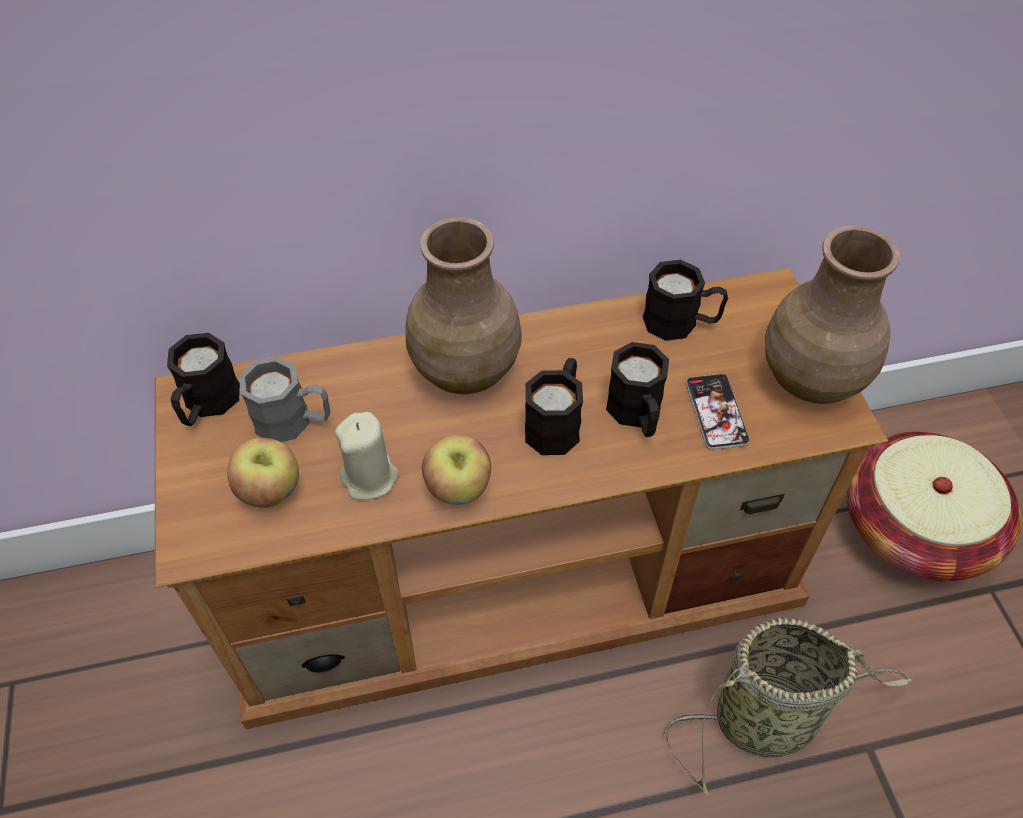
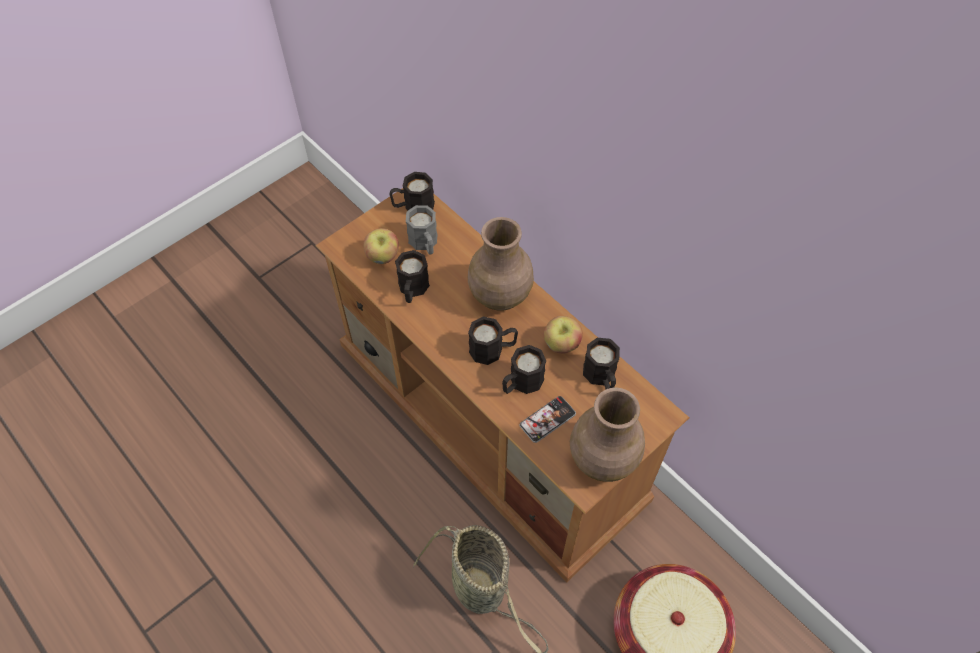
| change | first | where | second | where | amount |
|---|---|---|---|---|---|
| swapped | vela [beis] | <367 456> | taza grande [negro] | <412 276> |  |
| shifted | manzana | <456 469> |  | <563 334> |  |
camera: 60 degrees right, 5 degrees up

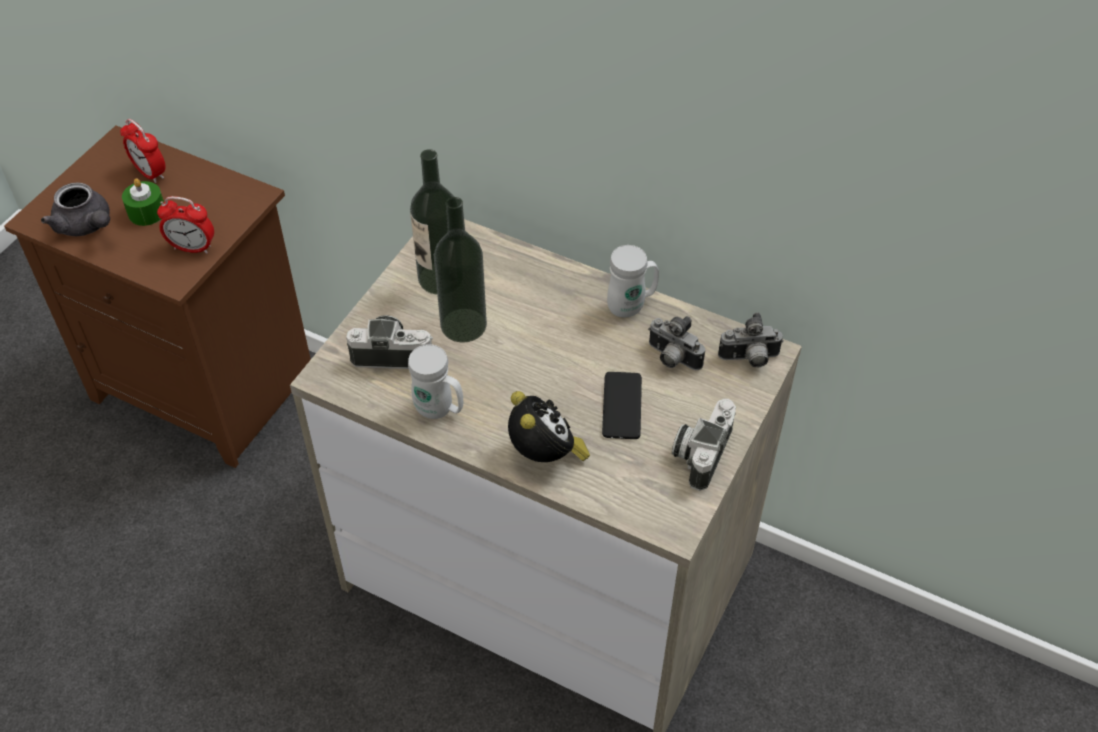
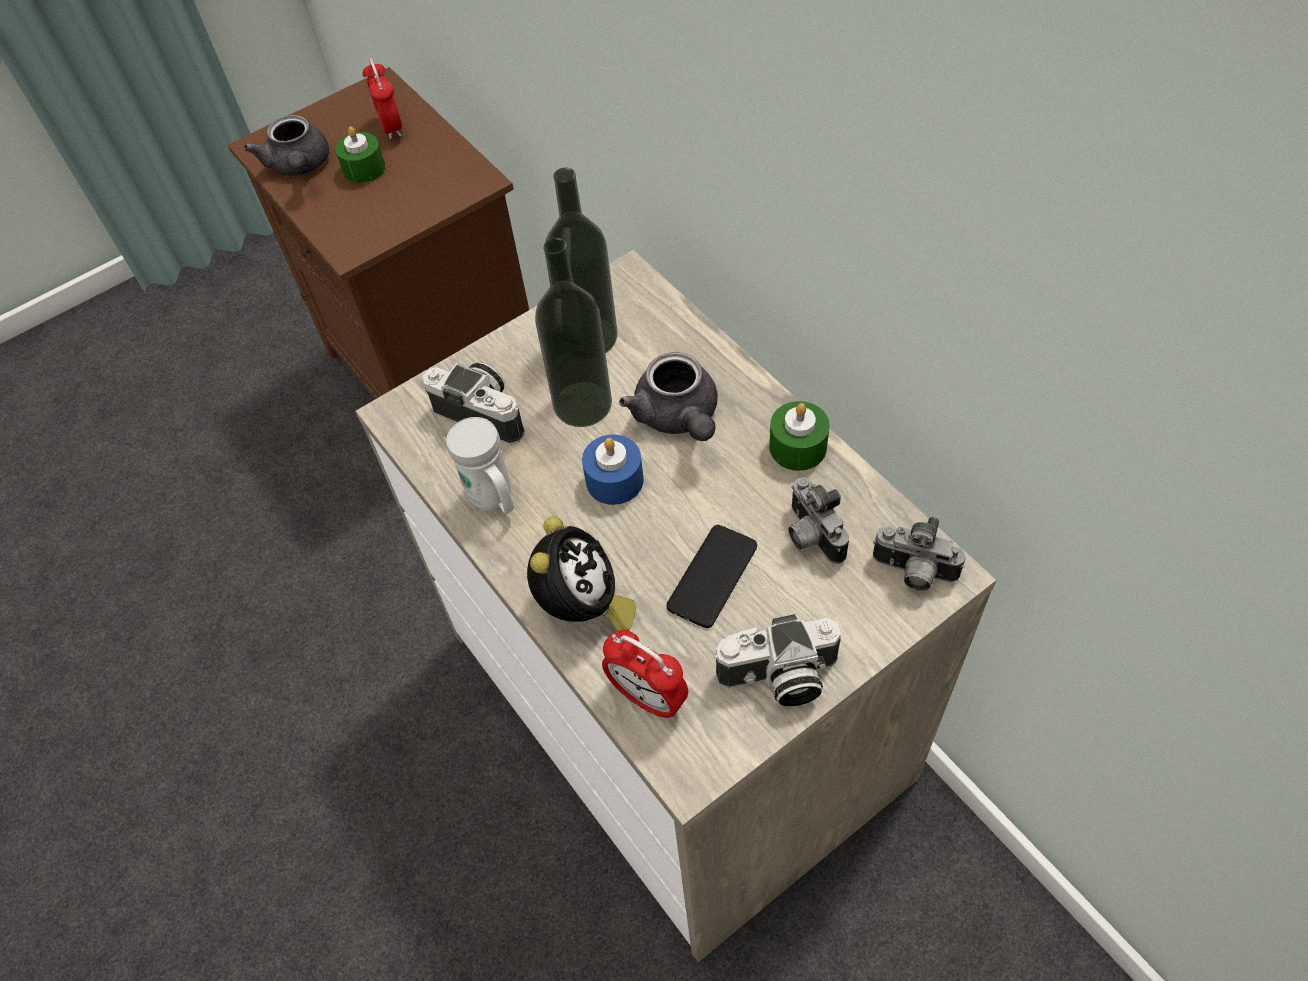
| change | first | where | second | where | amount |
|---|---|---|---|---|---|
| shifted | despertador | <185 225> |  | <645 674> |  |
| swapped | taza grande [blanco] | <633 281> | vela [verde] | <799 436> |  |
| rotated | cámara | <704 445> |  | <777 660> | 150 degrees counterclockwise |
| new |  |  | tetera [gris] | <668 396> |  |
| new |  |  | vela [azul] | <613 469> |  |
camera: 30 degrees right, 5 degrees up

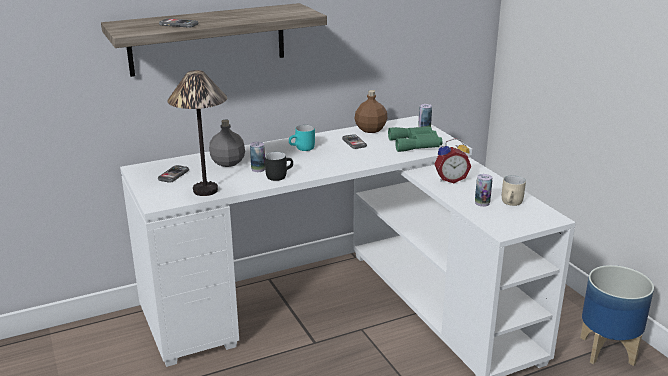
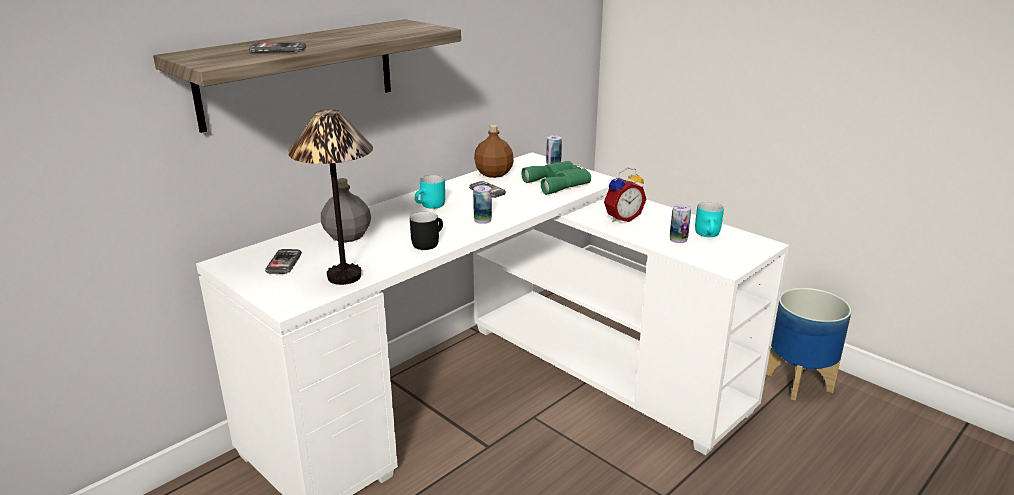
| change | first | where | second | where | amount |
|---|---|---|---|---|---|
| shifted | lata | <257 157> |  | <482 204> |  |
| repainted | taza grande [beis] | <514 190> | taza grande [turquesa] | <709 219> |  |
camera: 20 degrees left, 0 degrees up

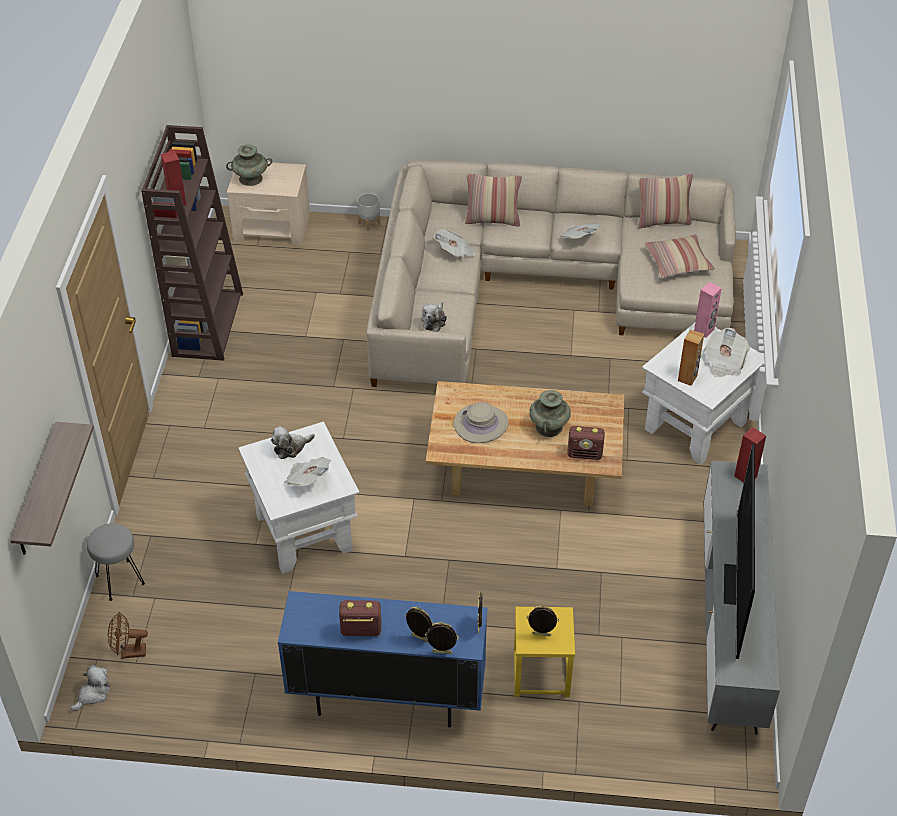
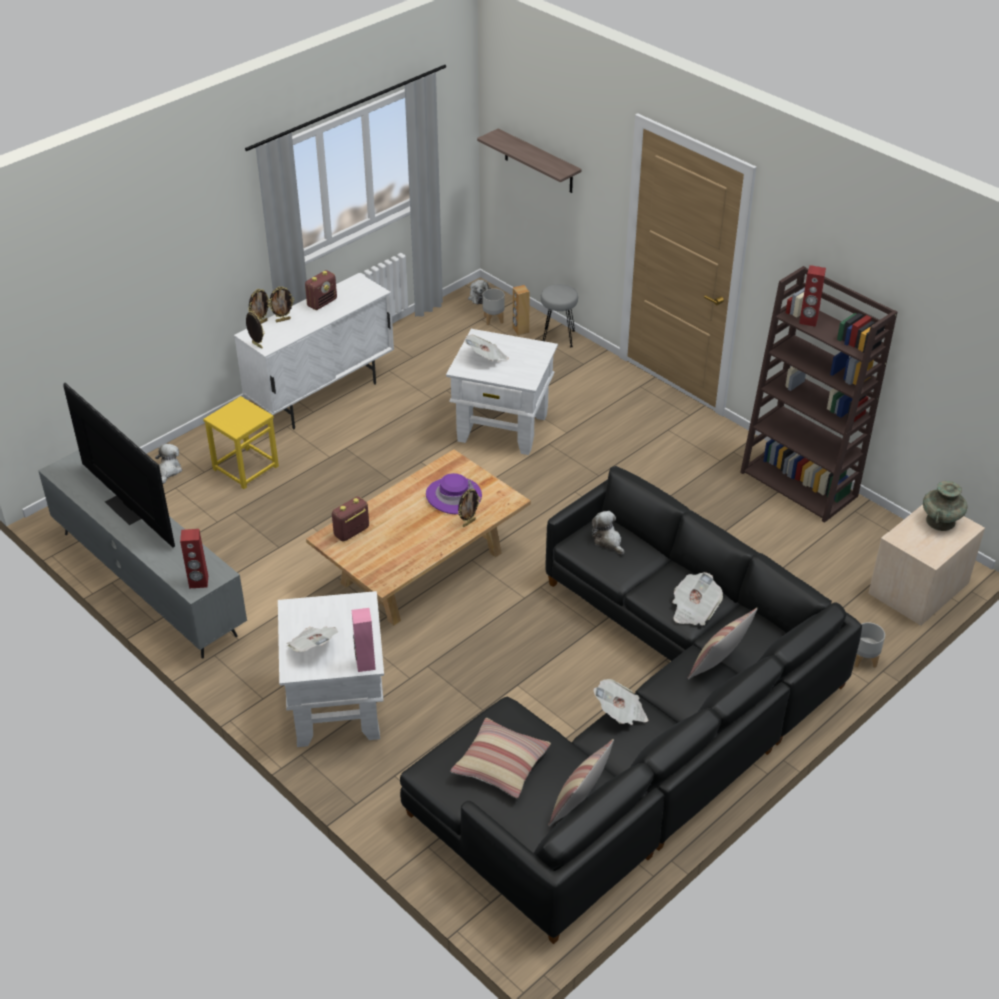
| change | first | where | second | where | amount |
|---|---|---|---|---|---|
| repainted | sofá [beis] | <551 273> | sofá [negro] | <631 705> |  |
| shifted | altavoz [marrón] | <691 358> |  | <521 310> |  |
| gone | florero [turquesa] | <550 413> |  |  |  |
| repainted | sombrero [beis] | <481 422> | sombrero [morado] | <454 493> |  |
| shifted | peluche | <293 442> |  | <168 464> |  |
| repainted | armario [azul] | <383 659> | armario [blanco] | <314 351> |  |
| shifted | portarretratos | <542 620> |  | <469 508> |  |
| swapped | ventilador [marrón] | <128 635> | maceta [gris] | <493 306> |  |
camera: 130 degrees right, 5 degrees down

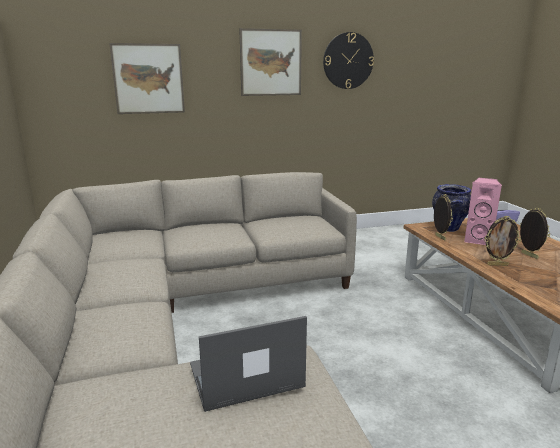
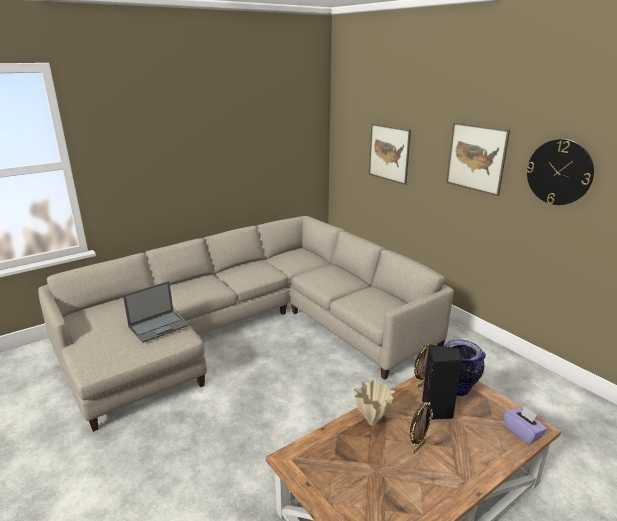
| change | first | where | second | where | amount |
|---|---|---|---|---|---|
| repainted | altavoz [rosa] | <483 211> | altavoz [negro] | <442 382> |  |
| swapped | portarretratos | <502 241> | florero [beis] | <374 403> |  |
| rotated | portátil | <248 364> |  | <156 312> | 90 degrees clockwise |
camera: 70 degrees right, 5 degrees up

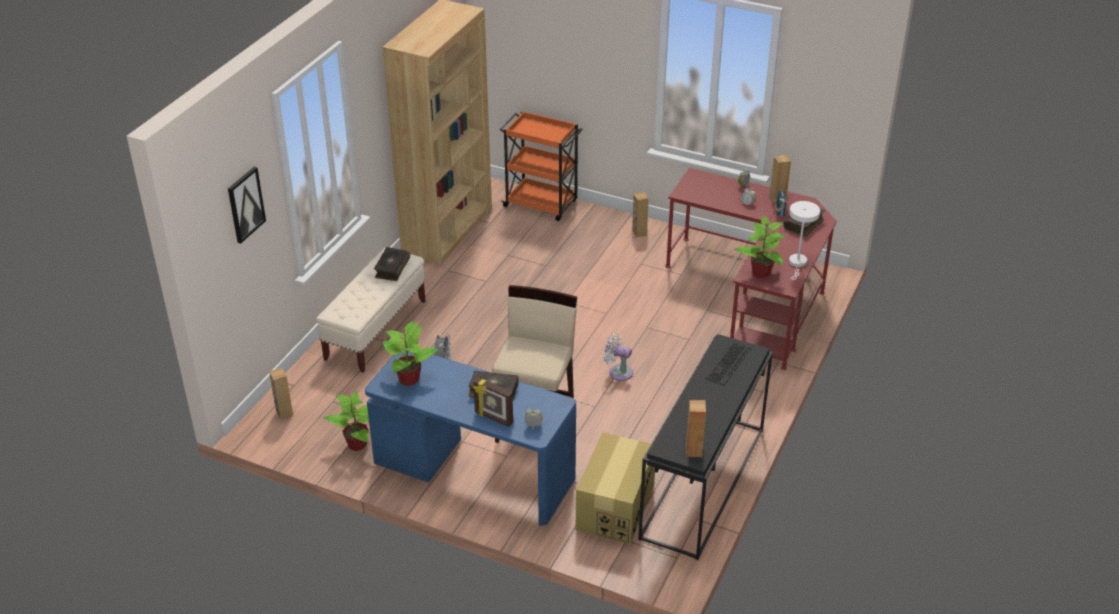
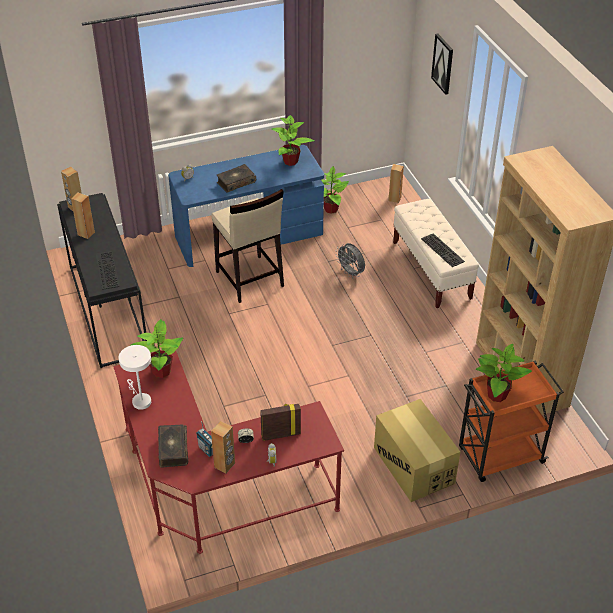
| change | first | where | second | where | amount |
|---|---|---|---|---|---|
| shifted | altavoz [marrón] | <640 214> |  | <83 216> |  |
| swapped | libro | <392 264> | teclado | <443 250> |  |
| gone | ventilador [blanco] | <618 357> |  |  |  |
| shifted | portarretratos | <493 402> |  | <280 422> |  |
| shifted | caja de cartón | <615 488> |  | <417 450> |  |
| new |  |  | planta en maceta | <504 373> |  |
camera: 135 degrees right, 5 degrees up

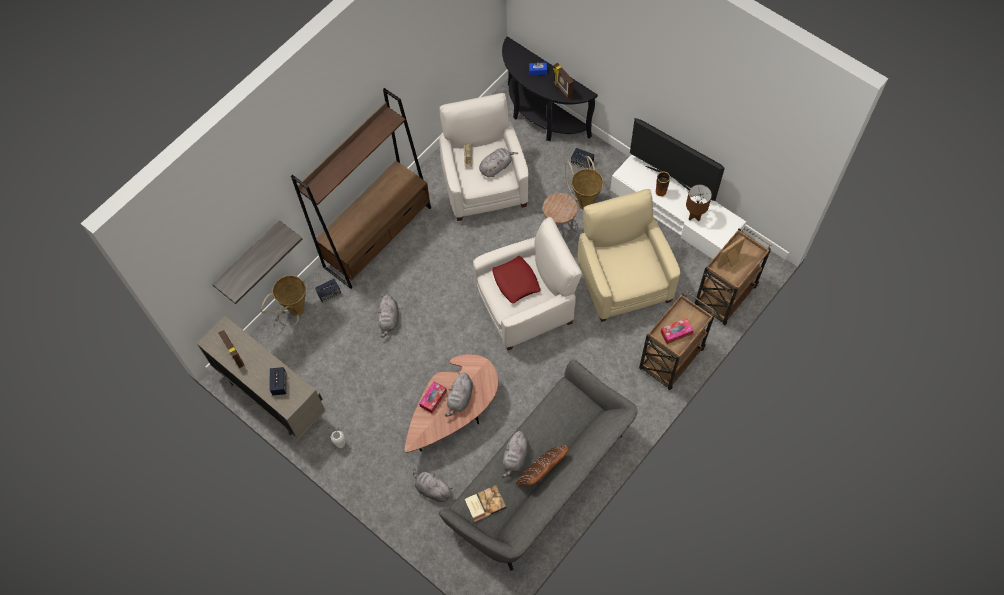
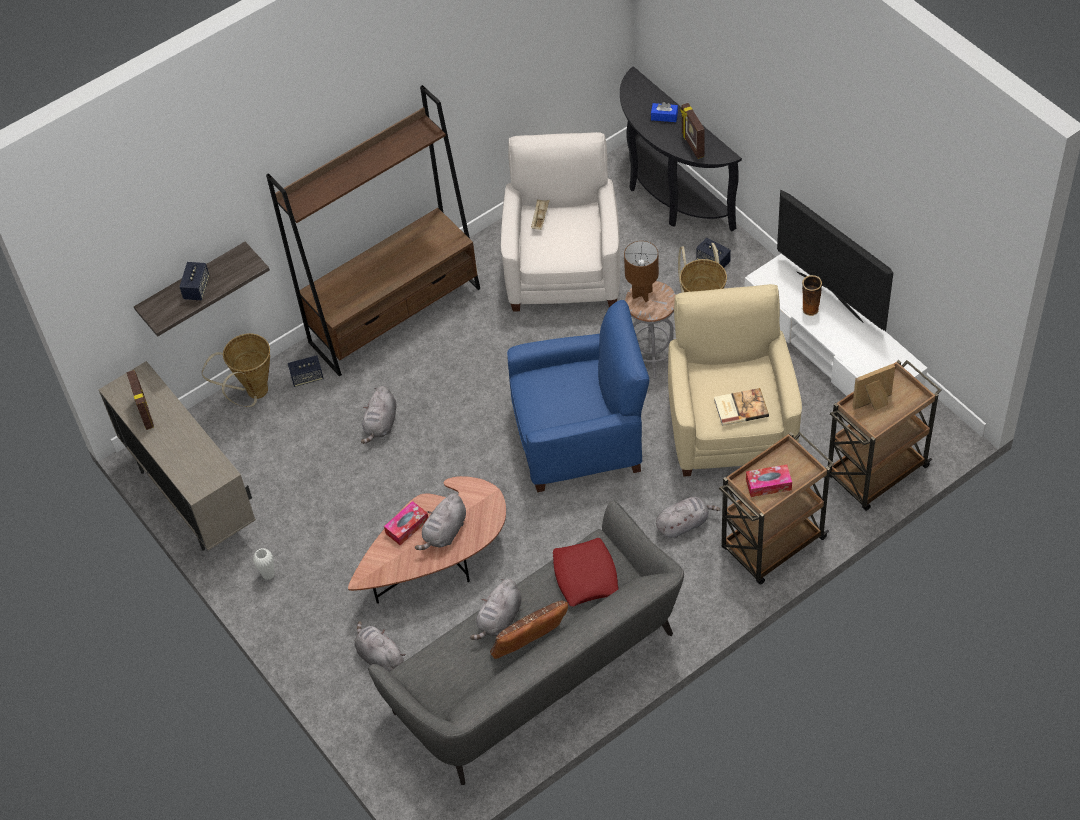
| change | first | where | second | where | amount |
|---|---|---|---|---|---|
| shifted | peluche [gris] | <498 162> |  | <688 517> |  |
| shifted | lámpara de mesa [marrón] | <699 202> |  | <641 271> |  |
| repainted | sillón [blanco] | <527 283> | sillón [azul] | <578 396> |  |
| shifted | cojín [rojo] | <516 280> |  | <585 572> |  |
| shifted | altavoz | <278 381> |  | <194 281> |  |
| shifted | libro | <486 503> |  | <741 407> |  |
camera: 15 degrees right, 10 degrees down

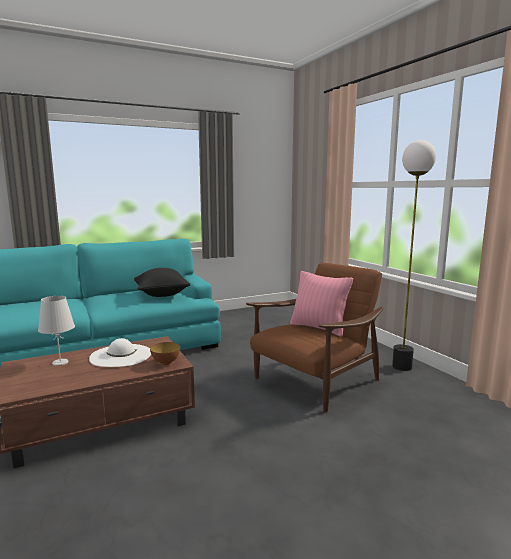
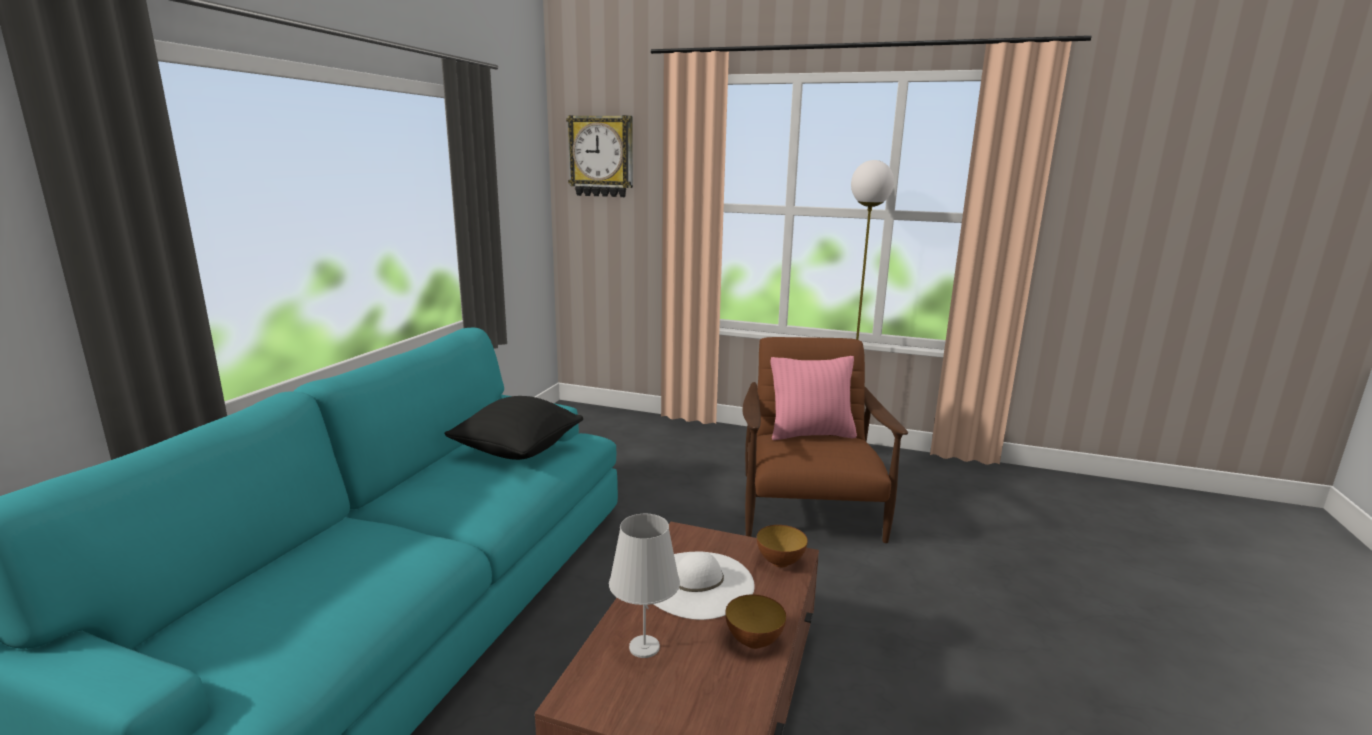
| change | first | where | second | where | amount |
|---|---|---|---|---|---|
| new |  |  | reloj de pared | <599 156> |  |
| new |  |  | cuenco | <756 621> |  |
camera: 45 degrees left, 5 degrees up

